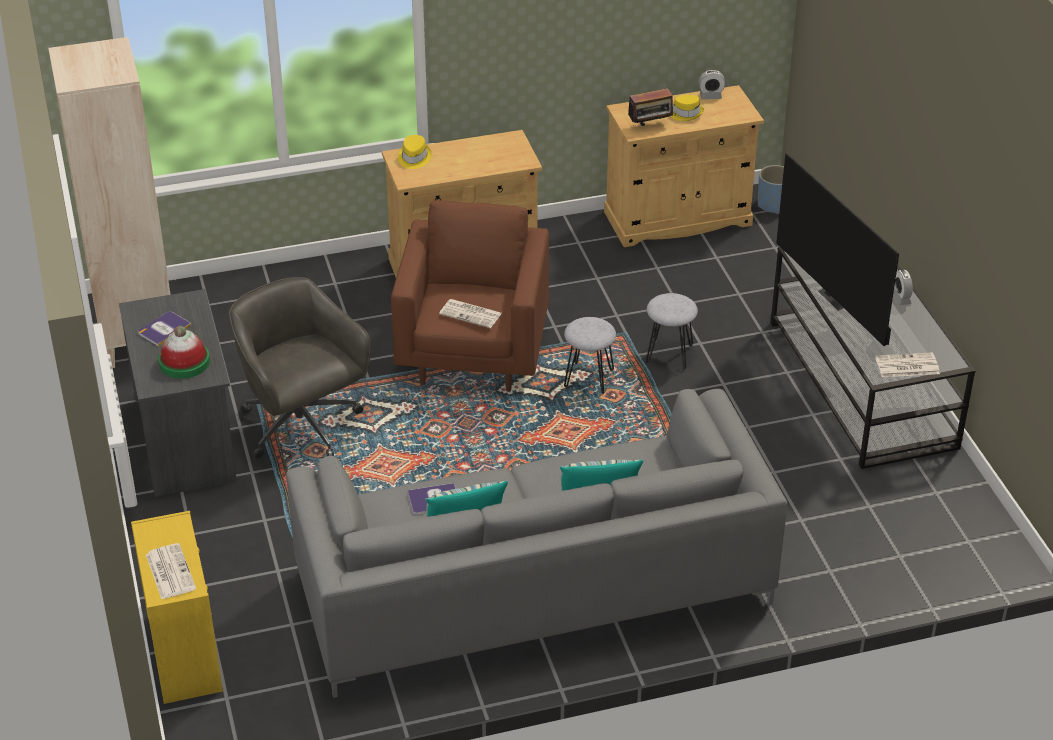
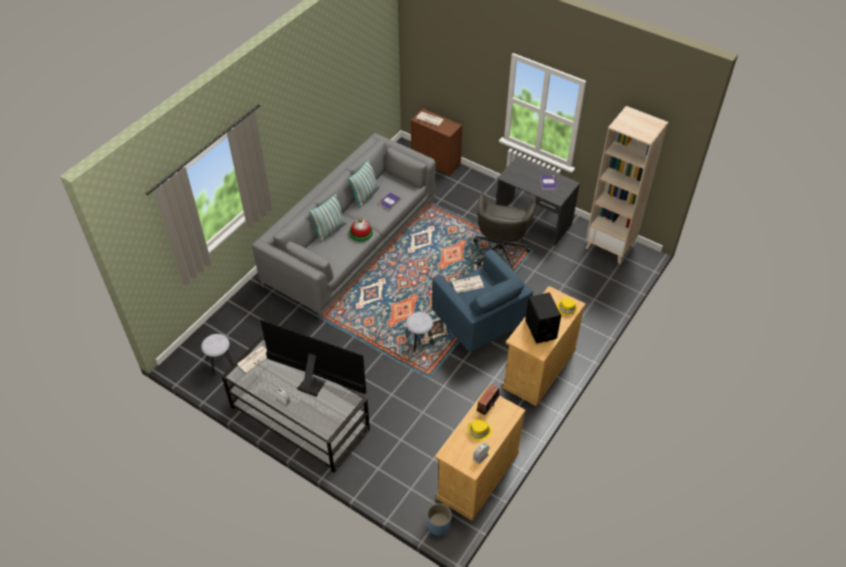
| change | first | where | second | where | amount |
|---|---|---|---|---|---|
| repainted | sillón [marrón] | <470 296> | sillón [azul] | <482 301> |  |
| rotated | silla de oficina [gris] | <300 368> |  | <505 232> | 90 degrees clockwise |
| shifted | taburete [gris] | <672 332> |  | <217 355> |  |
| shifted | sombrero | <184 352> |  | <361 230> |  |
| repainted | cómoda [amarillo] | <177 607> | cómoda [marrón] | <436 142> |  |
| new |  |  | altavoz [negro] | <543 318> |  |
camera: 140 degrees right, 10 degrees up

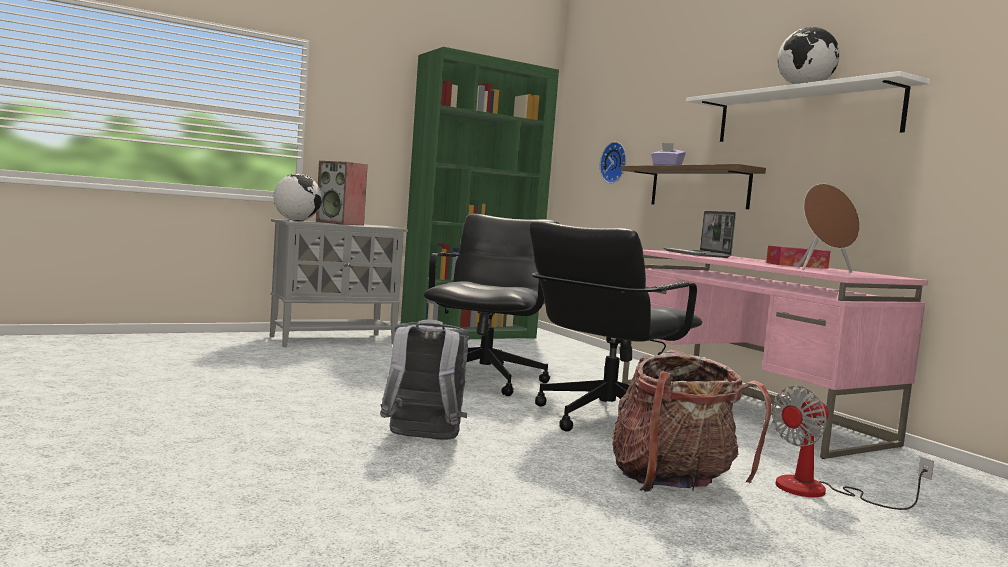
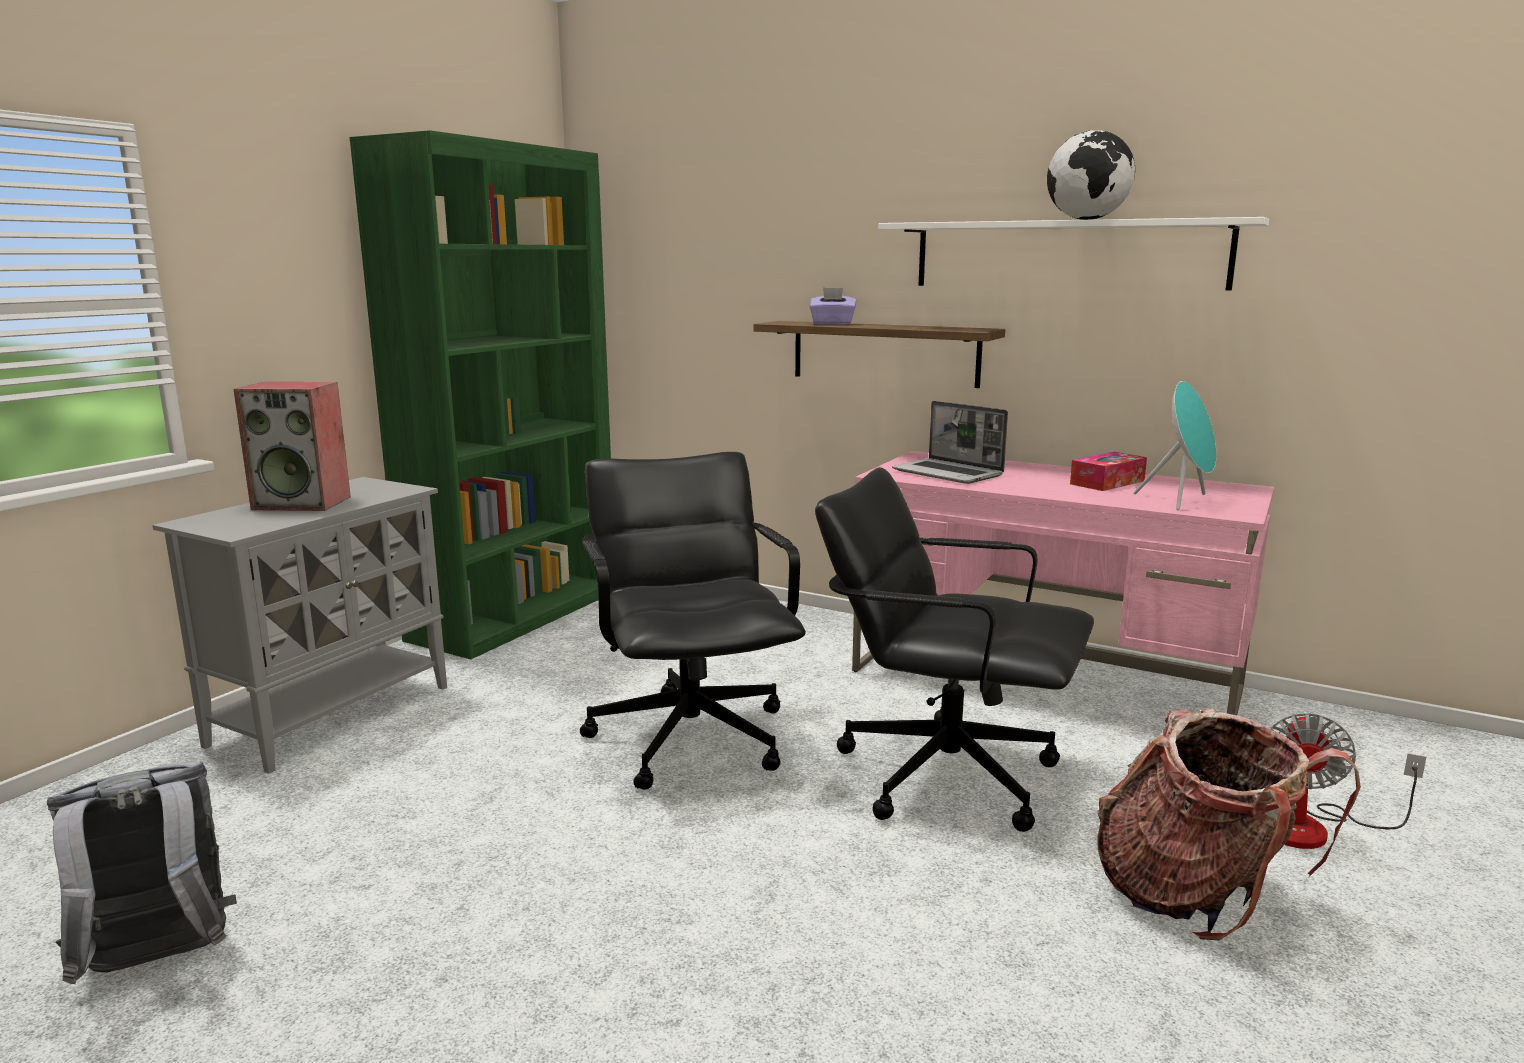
| change | first | where | second | where | amount |
|---|---|---|---|---|---|
| gone | reloj de pared | <613 163> |  |  |  |
| gone | globo terráqueo | <298 197> |  |  |  |
| repainted | altavoz [marrón] | <828 228> | altavoz [turquesa] | <1175 445> |  |
| rotated | silla de oficina [negro] | <615 326> |  | <954 649> | 105 degrees clockwise |
| shifted | mochila [gris] | <424 379> |  | <142 872> |  |
camera: 30 degrees left, 10 degrees up

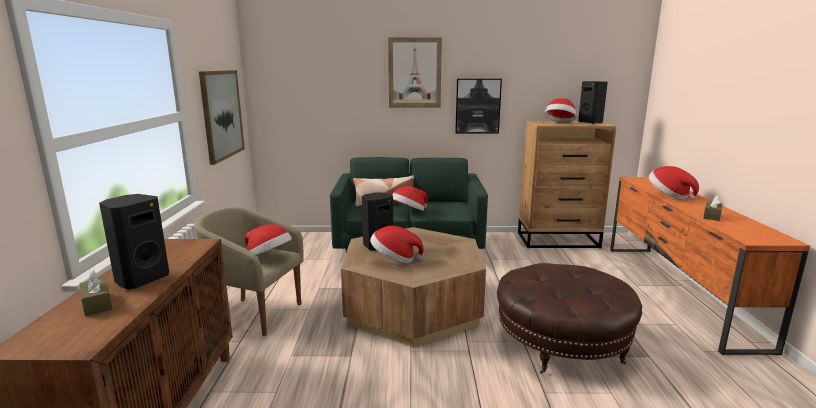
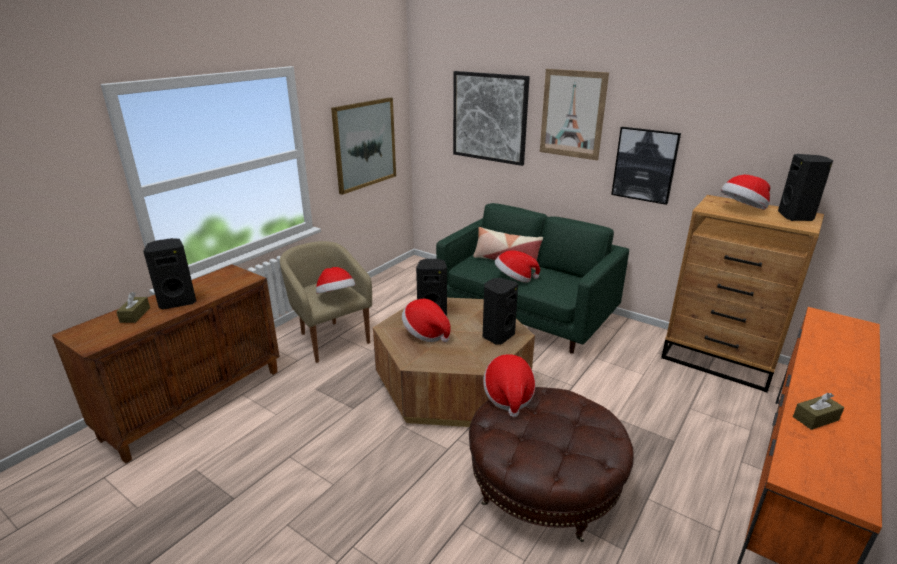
| change | first | where | second | where | amount |
|---|---|---|---|---|---|
| shifted | sombrero | <674 183> |  | <509 385> |  |
| new |  |  | cuadro | <491 118> |  |
| new |  |  | altavoz [negro] | <500 311> |  |
camera: 35 degrees right, 10 degrees up

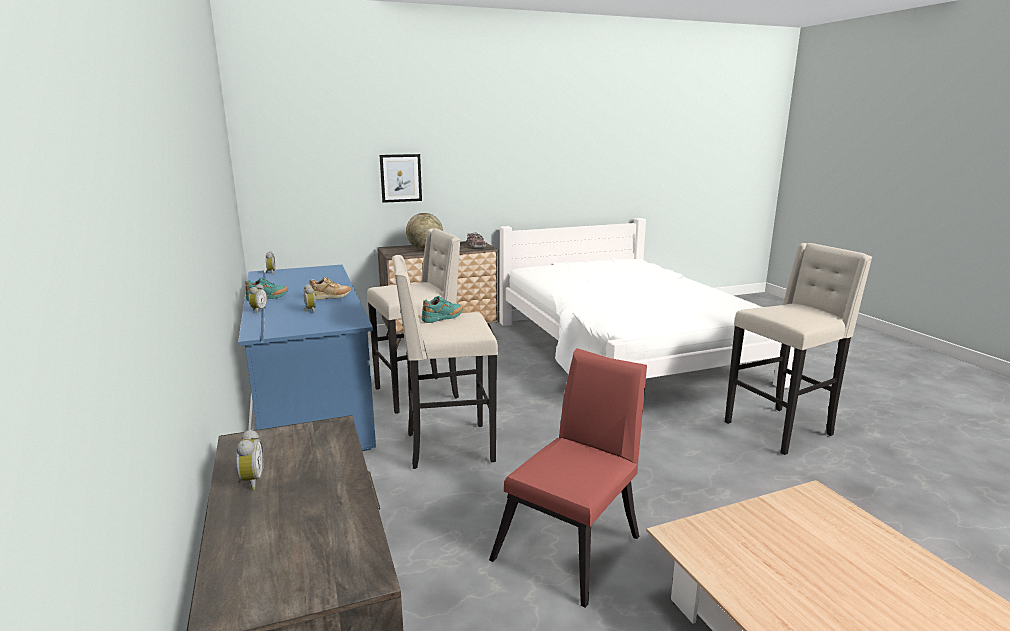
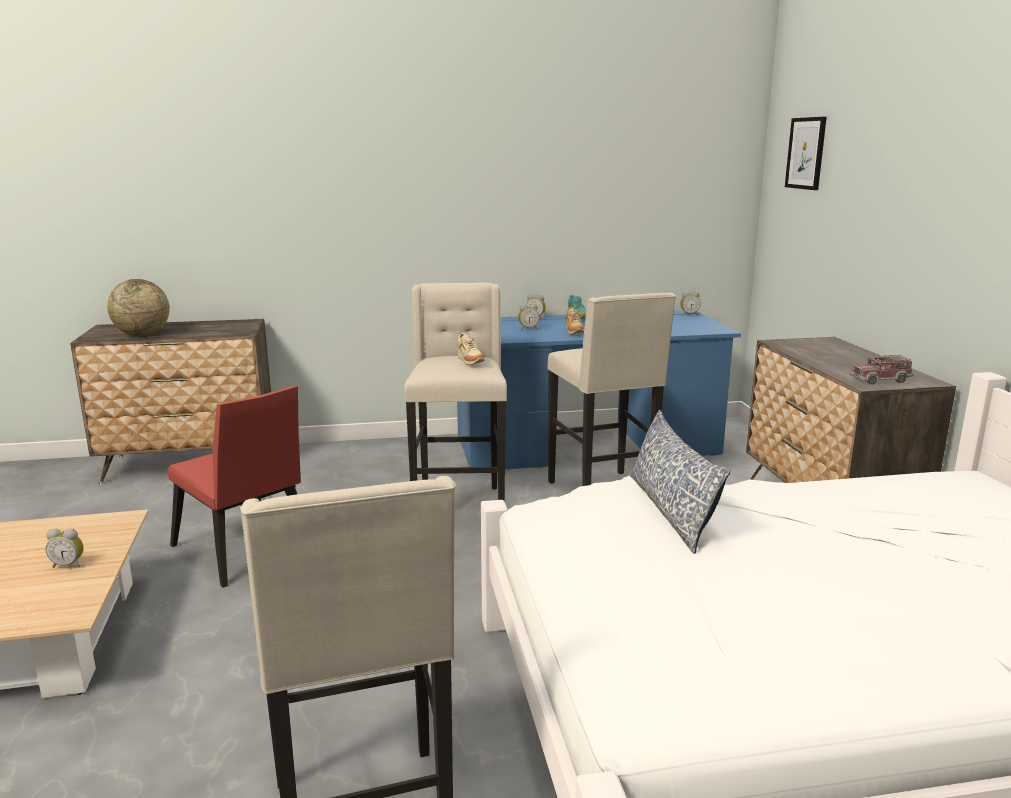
| change | first | where | second | where | amount |
|---|---|---|---|---|---|
| shifted | cuadro | <401 178> |  | <806 153> |  |
| shifted | globo terráqueo | <424 231> |  | <138 307> |  |
| repainted | zapato [turquesa] | <442 309> | zapato [beis] | <471 349> |  |
| shifted | despertador | <250 459> |  | <65 548> |  |
| new |  |  | cojín | <679 482> |  |
camera: 100 degrees right, 0 degrees up

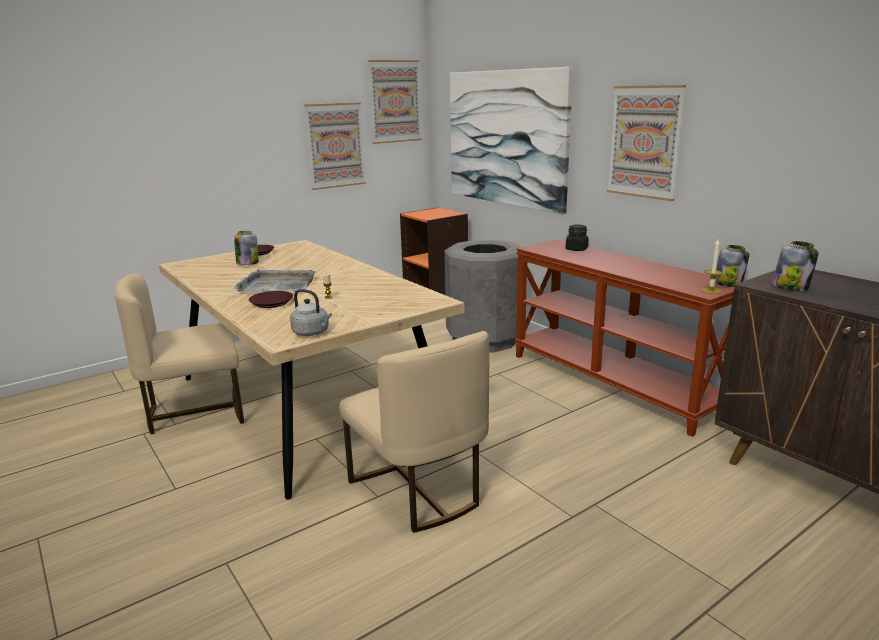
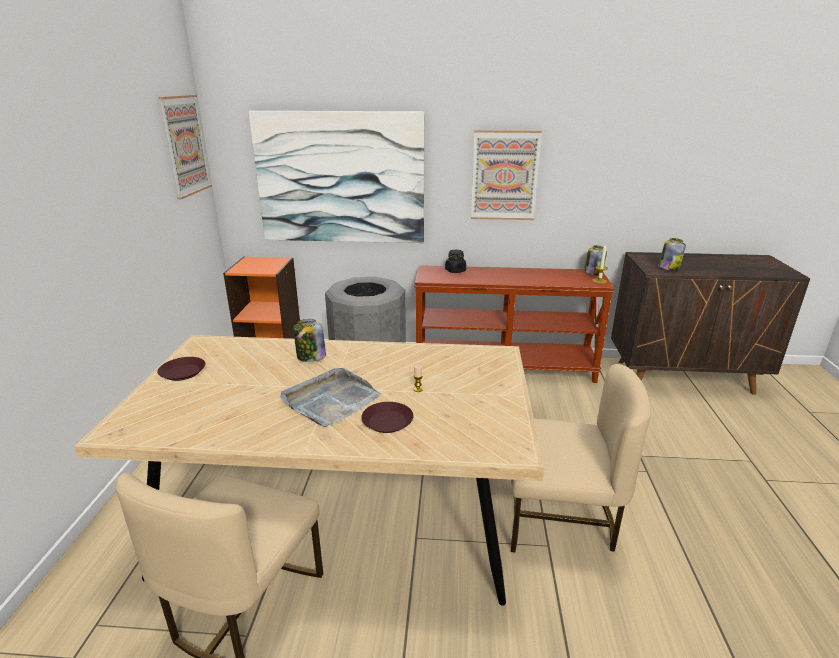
| change | first | where | second | where | amount |
|---|---|---|---|---|---|
| gone | cuadro | <335 146> |  |  |  |
| shifted | tarro | <246 248> |  | <309 340> |  |
| gone | hervidor [gris] | <311 312> |  |  |  |
camera: 50 degrees left, 5 degrees up

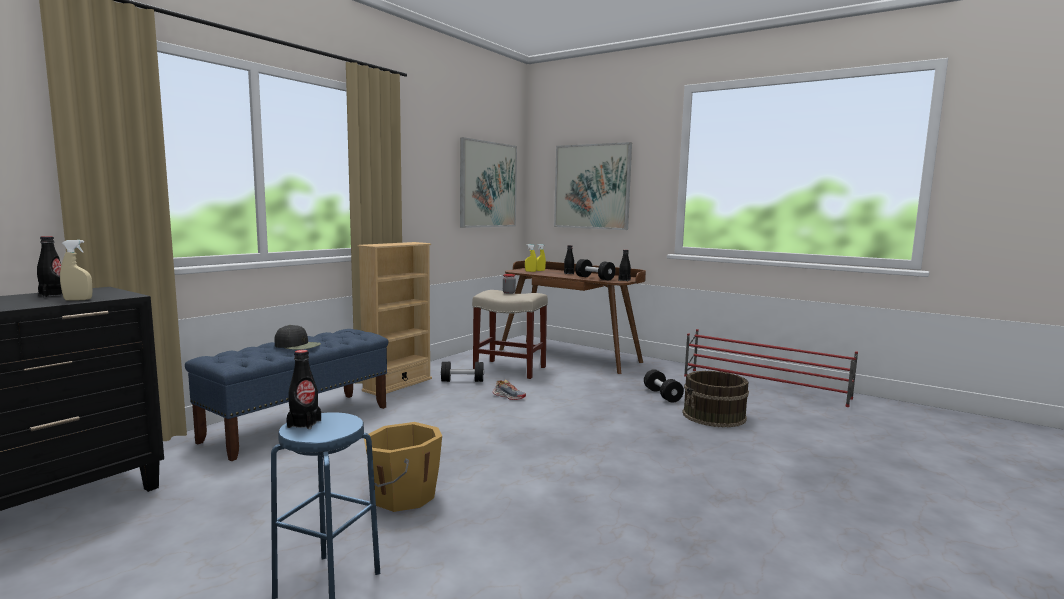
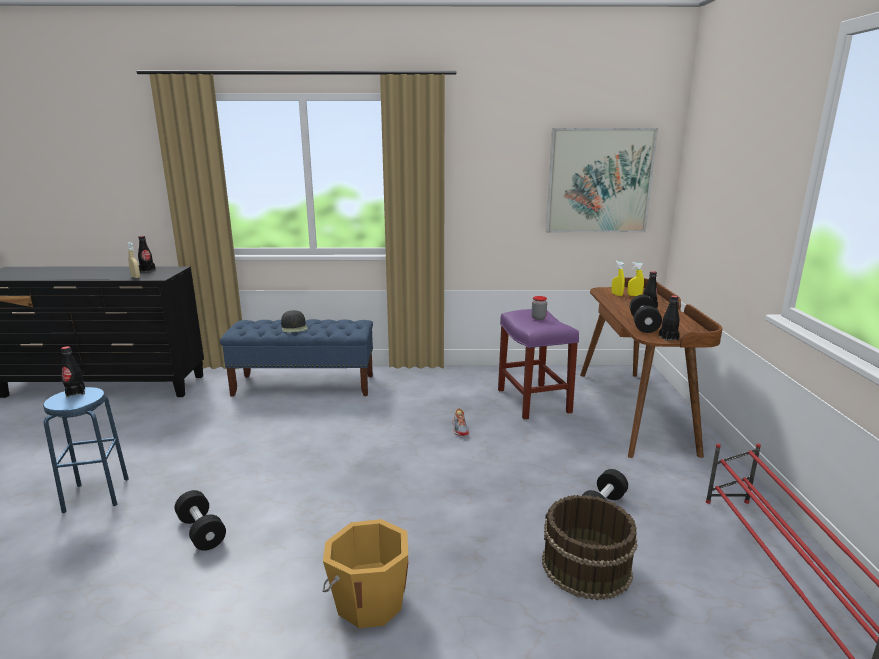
| change | first | where | second | where | amount |
|---|---|---|---|---|---|
| gone | cuadro | <593 186> |  |  |  |
| gone | estantería [beis] | <395 318> |  |  |  |
| repainted | taburete [beis] | <510 334> | taburete [morado] | <538 364> |  |
| shifted | mancuerna [negro] | <462 372> |  | <200 520> |  |
| shifted | cubo [naranja] | <403 467> |  | <366 573> |  |
camera: 55 degrees right, 10 degrees up

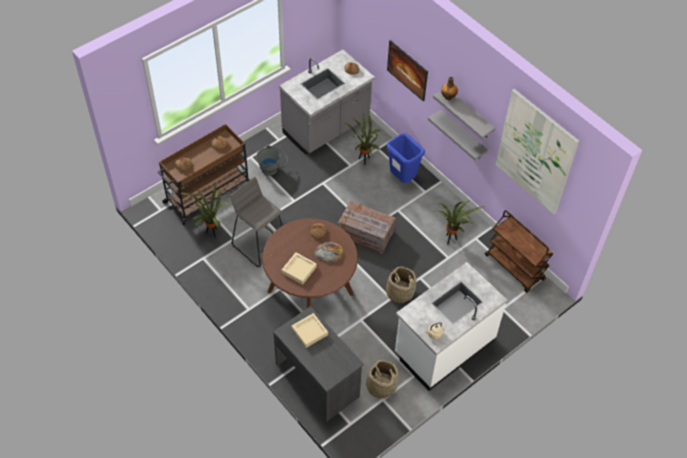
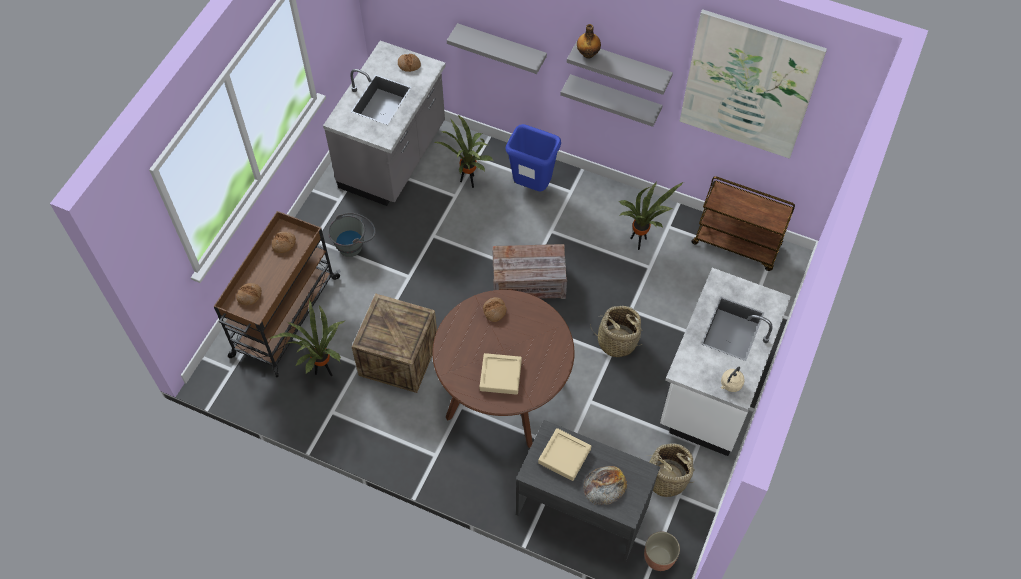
| change | first | where | second | where | amount |
|---|---|---|---|---|---|
| swapped | cuadro | <407 71> | estante [gris] | <497 48> |  |
| swapped | taburete [gris] | <256 222> | caja de embalaje | <394 343> |  |
| shifted | pan | <328 252> |  | <605 485> |  |
| new |  |  | maceta | <662 551> |  |
camera: 25 degrees left, 5 degrees up

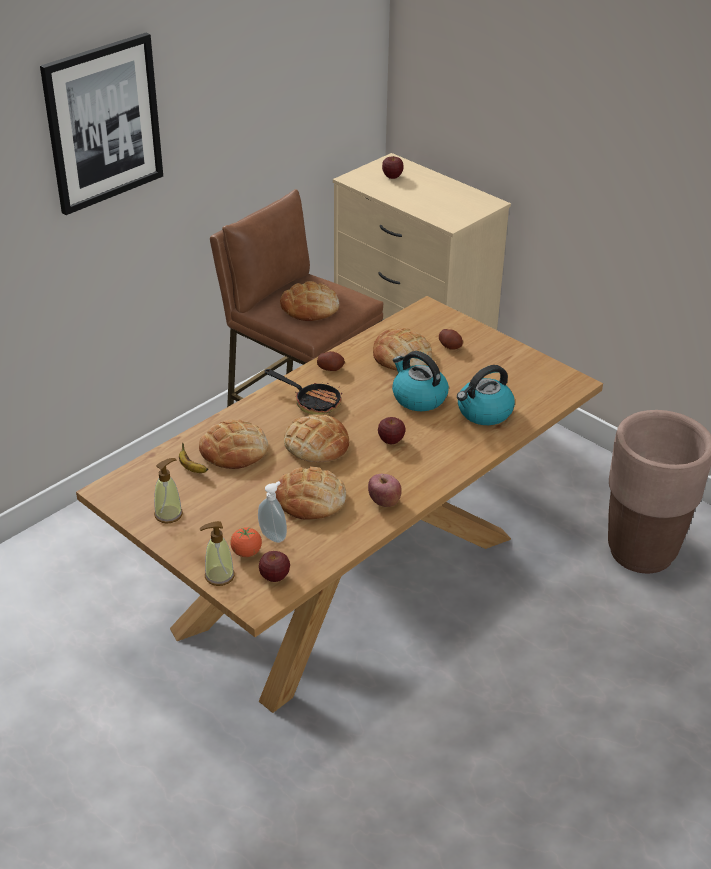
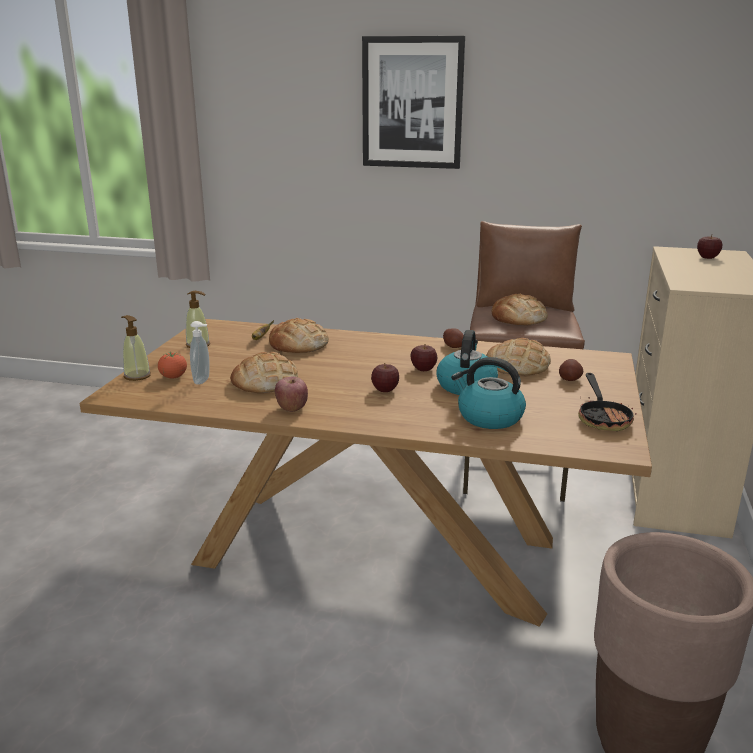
| change | first | where | second | where | amount |
|---|---|---|---|---|---|
| shifted | sartén | <303 392> |  | <607 402> |  |
| gone | pan | <316 438> |  |  |  |
| shifted | manzana | <274 566> |  | <423 358> |  |
camera: 60 degrees right, 15 degrees down

